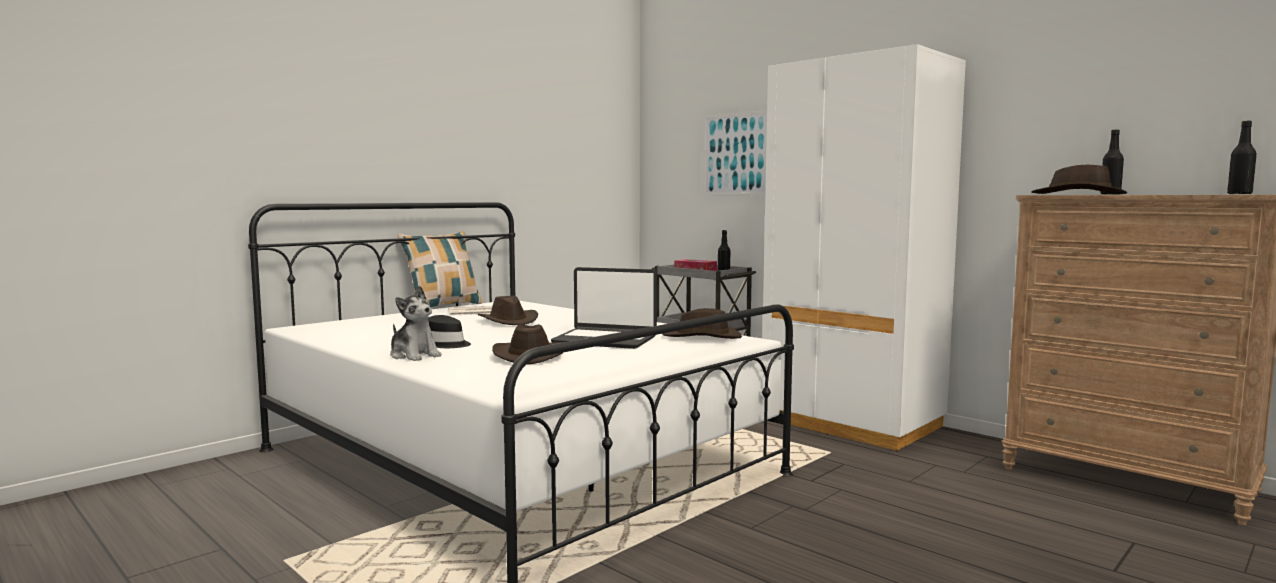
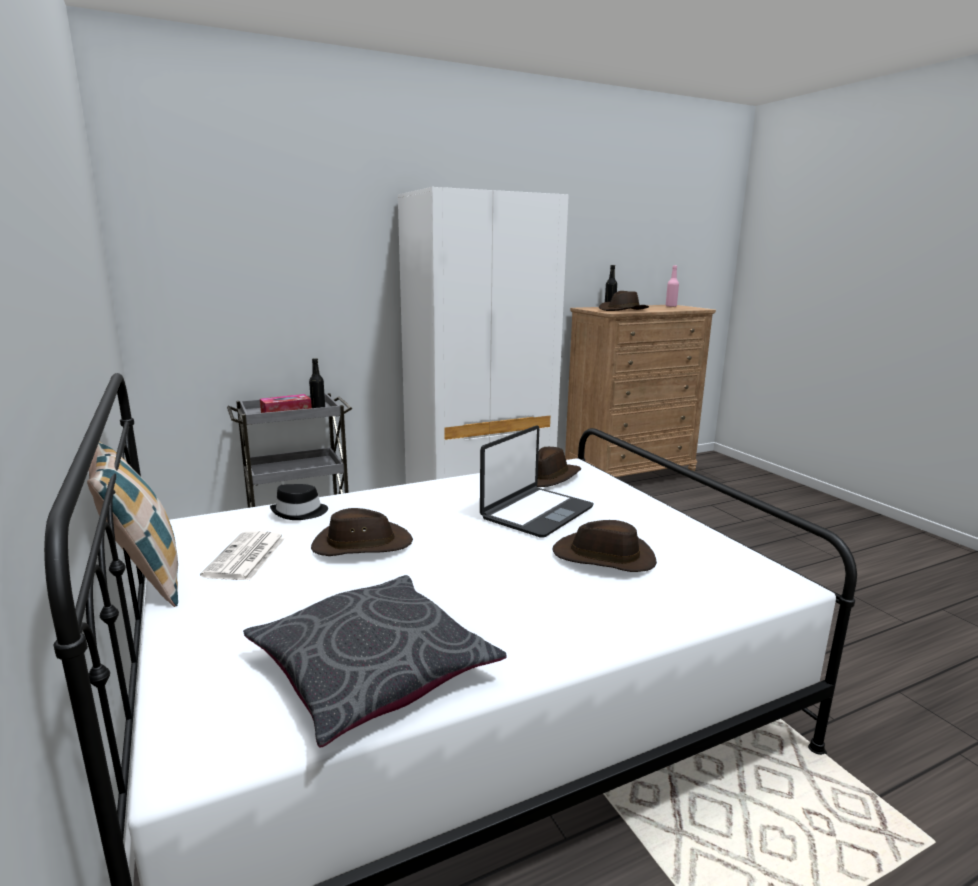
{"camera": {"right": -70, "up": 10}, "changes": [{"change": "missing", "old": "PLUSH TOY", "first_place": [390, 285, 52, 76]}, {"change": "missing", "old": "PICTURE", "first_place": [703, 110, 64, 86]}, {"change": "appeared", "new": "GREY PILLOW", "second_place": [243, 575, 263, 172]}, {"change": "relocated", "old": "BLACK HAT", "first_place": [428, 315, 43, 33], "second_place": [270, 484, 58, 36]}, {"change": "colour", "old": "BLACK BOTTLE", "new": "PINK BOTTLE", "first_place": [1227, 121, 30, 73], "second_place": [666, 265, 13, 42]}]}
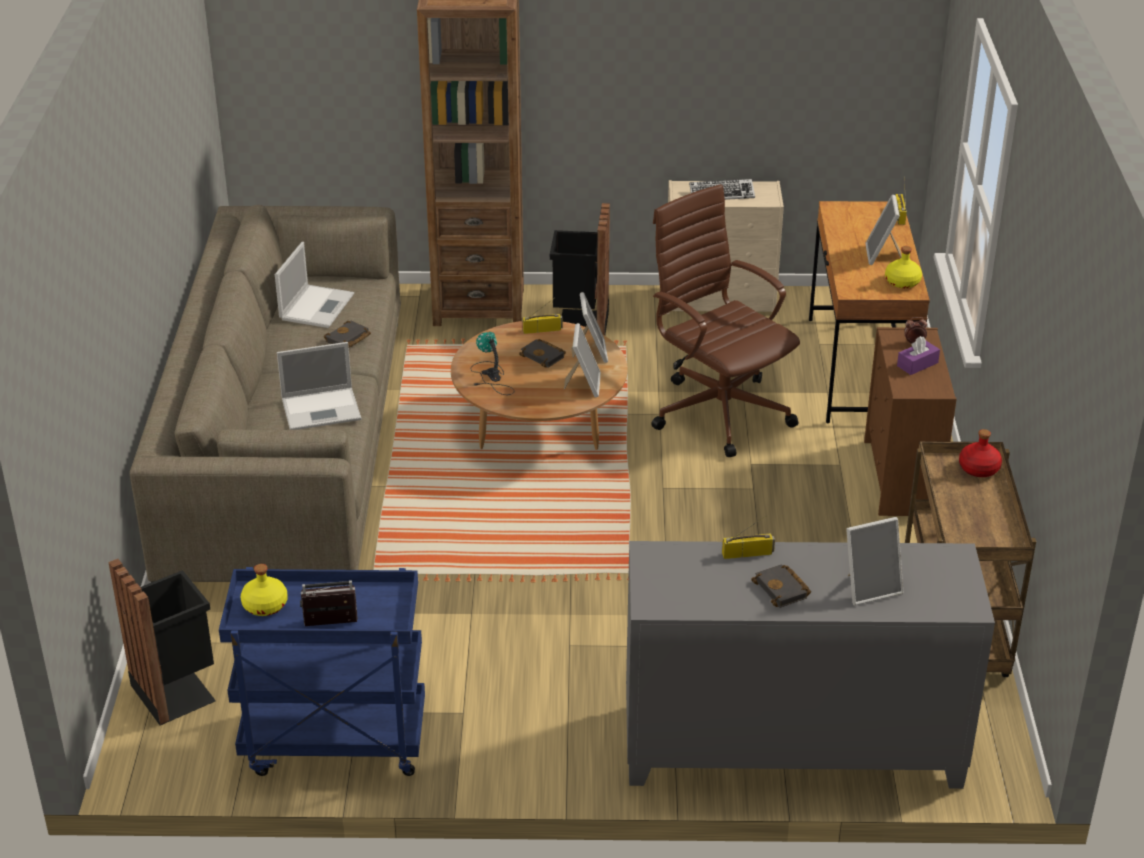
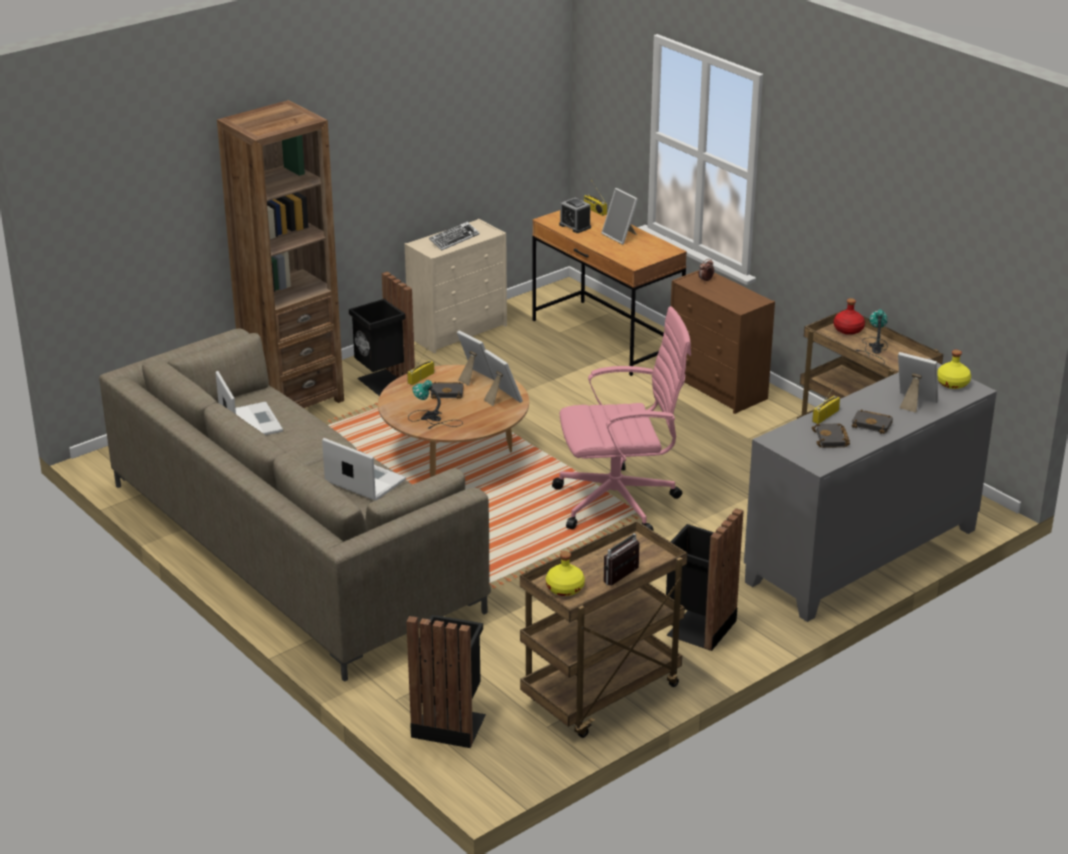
{"camera": {"right": -40, "up": -5}, "changes": [{"change": "missing", "old": "BROWN OFFICE CHAIR", "first_place": [651, 184, 149, 273]}, {"change": "missing", "old": "PURPLE TISSUE BOX", "first_place": [897, 336, 43, 39]}, {"change": "appeared", "new": "PINK OFFICE CHAIR", "second_place": [552, 306, 139, 225]}, {"change": "appeared", "new": "ALARM CLOCK", "second_place": [559, 198, 32, 35]}, {"change": "appeared", "new": "BLACK TRASH CAN", "second_place": [666, 508, 78, 143]}, {"change": "appeared", "new": "TABLE LAMP", "second_place": [855, 309, 33, 54]}, {"change": "relocated", "old": "BLACK BOOK", "first_place": [324, 320, 47, 28], "second_place": [812, 423, 38, 25]}, {"change": "relocated", "old": "YELLOW BOTTLE", "first_place": [885, 246, 37, 42], "second_place": [937, 350, 34, 39]}, {"change": "colour", "old": "BLUE CART", "new": "BROWN CART", "first_place": [219, 567, 206, 209], "second_place": [520, 520, 167, 218]}, {"change": "spun", "old": "LAPTOP", "first_place": [277, 342, 84, 88], "second_place": [322, 438, 84, 63], "degrees": -90}, {"change": "spun", "old": "PICTURE FRAME", "first_place": [846, 517, 57, 88], "second_place": [898, 352, 40, 61], "degrees": -90}]}
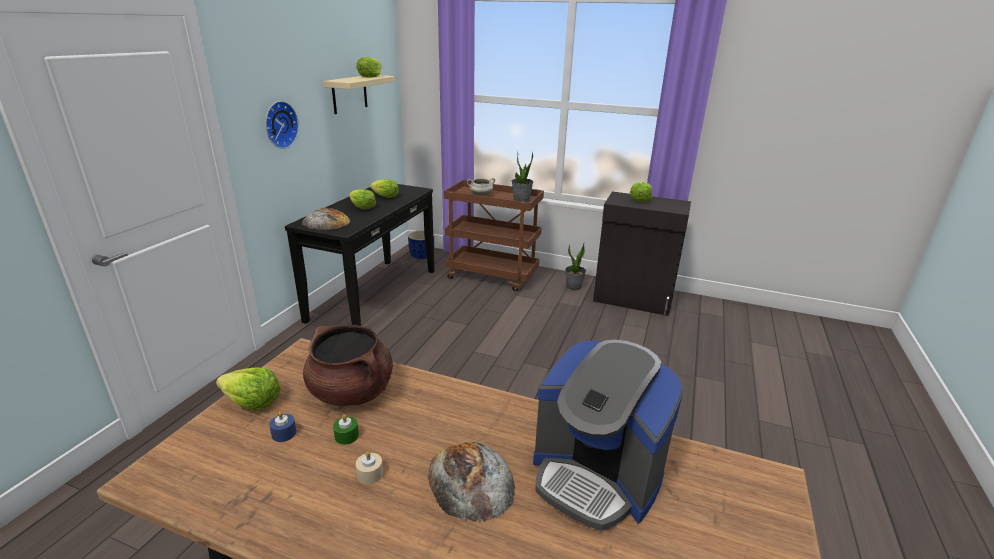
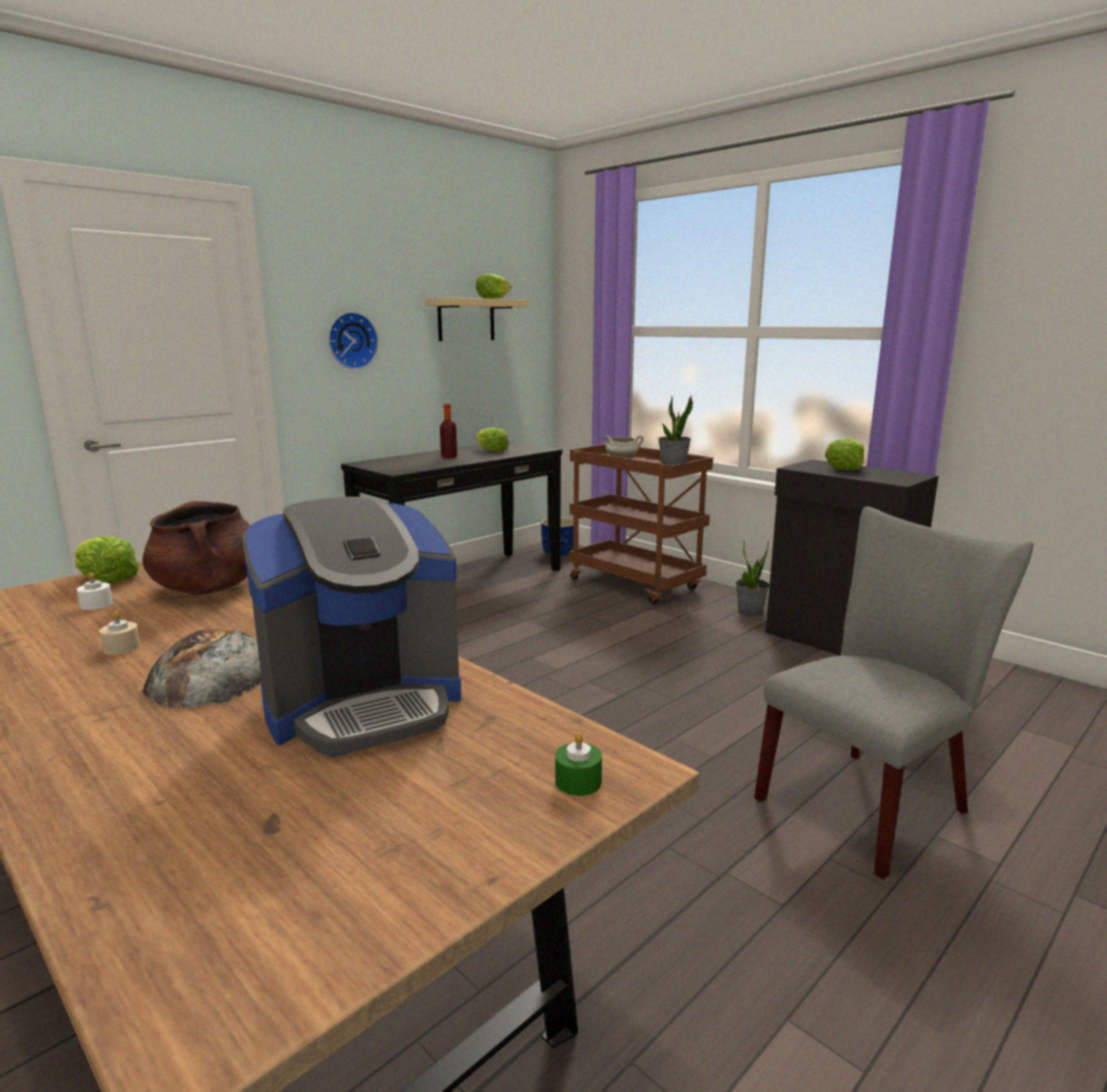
{"camera": {"right": 25, "up": -10}, "changes": [{"change": "missing", "old": "BREAD", "first_place": [302, 208, 48, 22]}, {"change": "appeared", "new": "GREY CHAIR", "second_place": [754, 507, 279, 372]}, {"change": "relocated", "old": "GREEN CANDLE", "first_place": [333, 414, 26, 31], "second_place": [555, 732, 47, 64]}, {"change": "exchanged", "old": "LETTUCE", "new": "BOTTLE", "first_place": [349, 189, 27, 21], "second_place": [440, 404, 17, 54]}, {"change": "colour", "old": "BLUE CANDLE", "new": "WHITE CANDLE", "first_place": [269, 412, 27, 30], "second_place": [77, 572, 36, 38]}, {"change": "spun", "old": "COFFEE MACHINE", "first_place": [533, 340, 150, 191], "second_place": [243, 497, 218, 260], "degrees": -90}]}
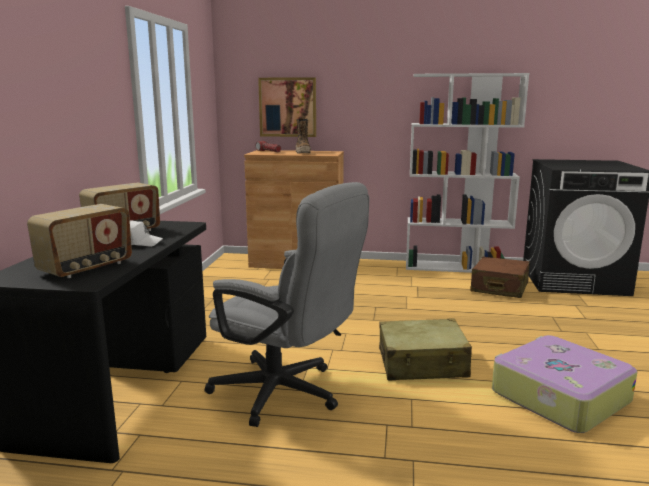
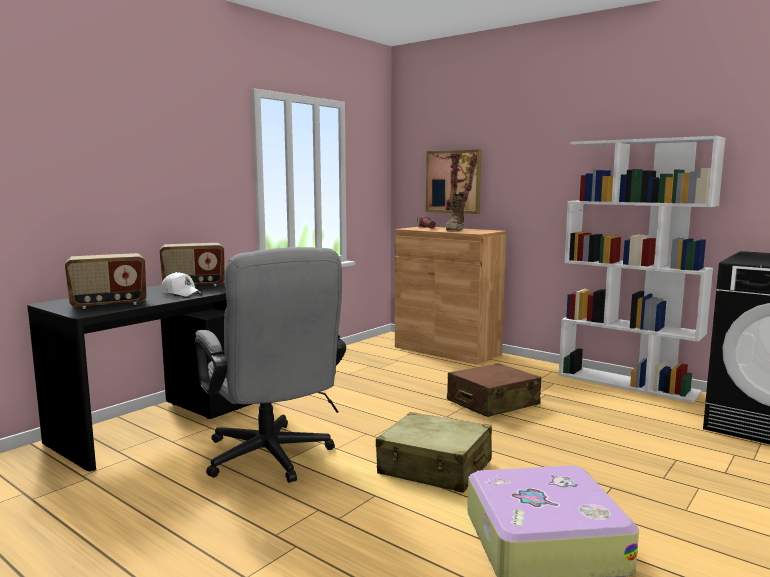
{"camera": {"right": 30, "up": -5}, "changes": [{"change": "relocated", "old": "BROWN SUITCASE", "first_place": [470, 256, 60, 42], "second_place": [447, 363, 94, 54]}]}
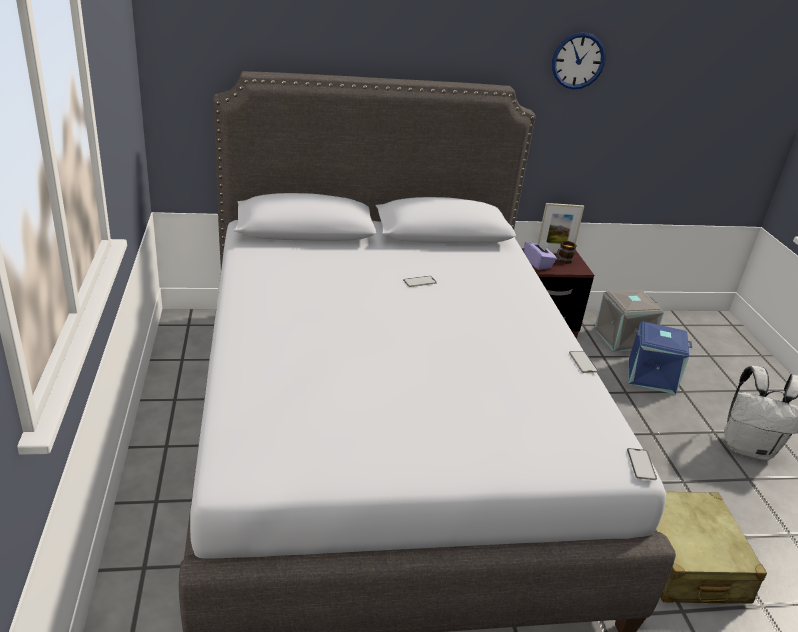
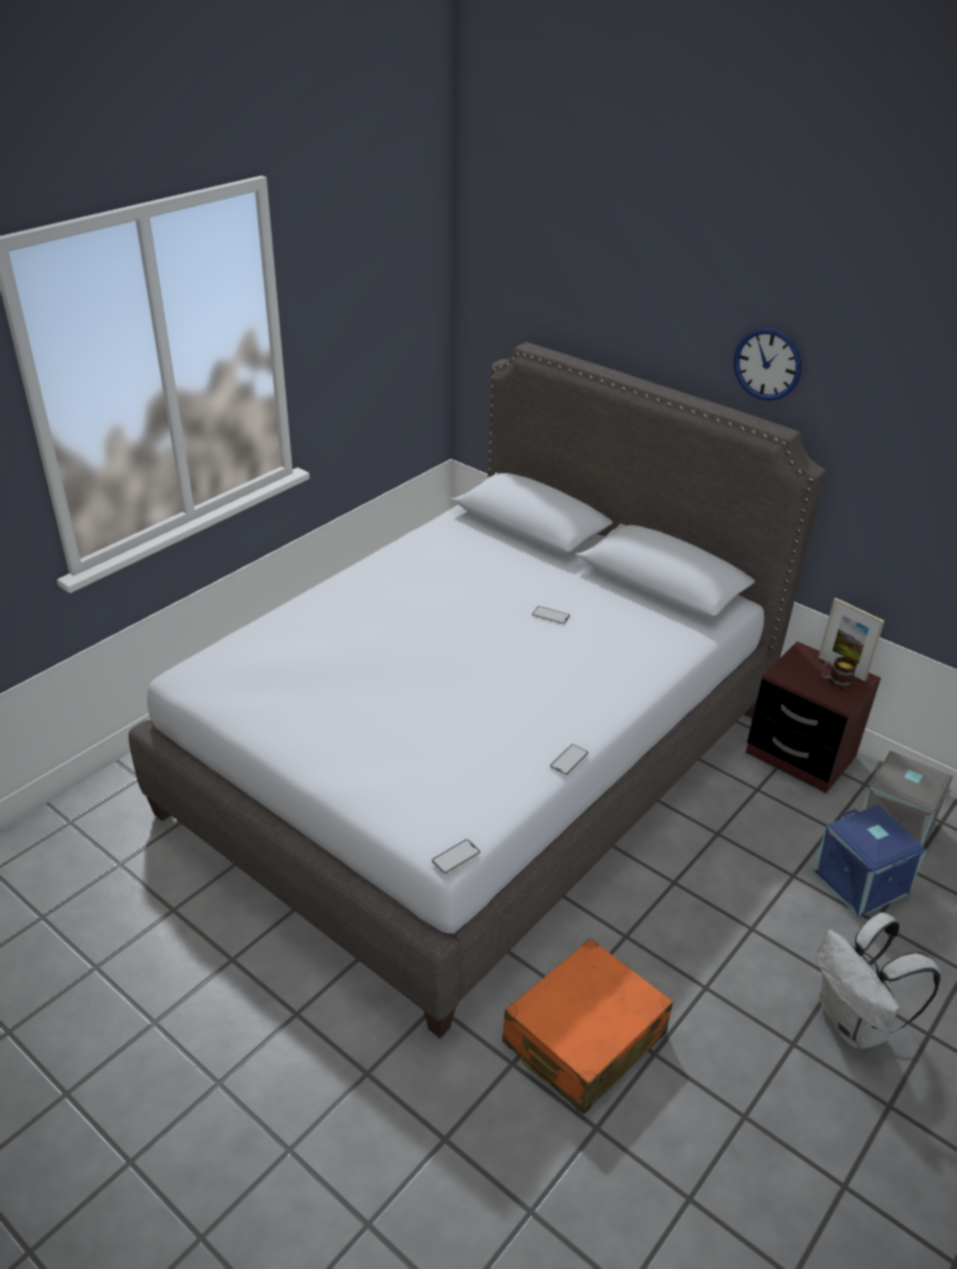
{"camera": {"right": 50, "up": 5}, "changes": [{"change": "missing", "old": "PURPLE TISSUE BOX", "first_place": [524, 238, 33, 32]}, {"change": "relocated", "old": "WALL CLOCK", "first_place": [552, 32, 54, 58], "second_place": [734, 328, 68, 73]}, {"change": "colour", "old": "BEIGE SUITCASE", "new": "ORANGE SUITCASE", "first_place": [656, 492, 111, 112], "second_place": [502, 938, 171, 176]}]}
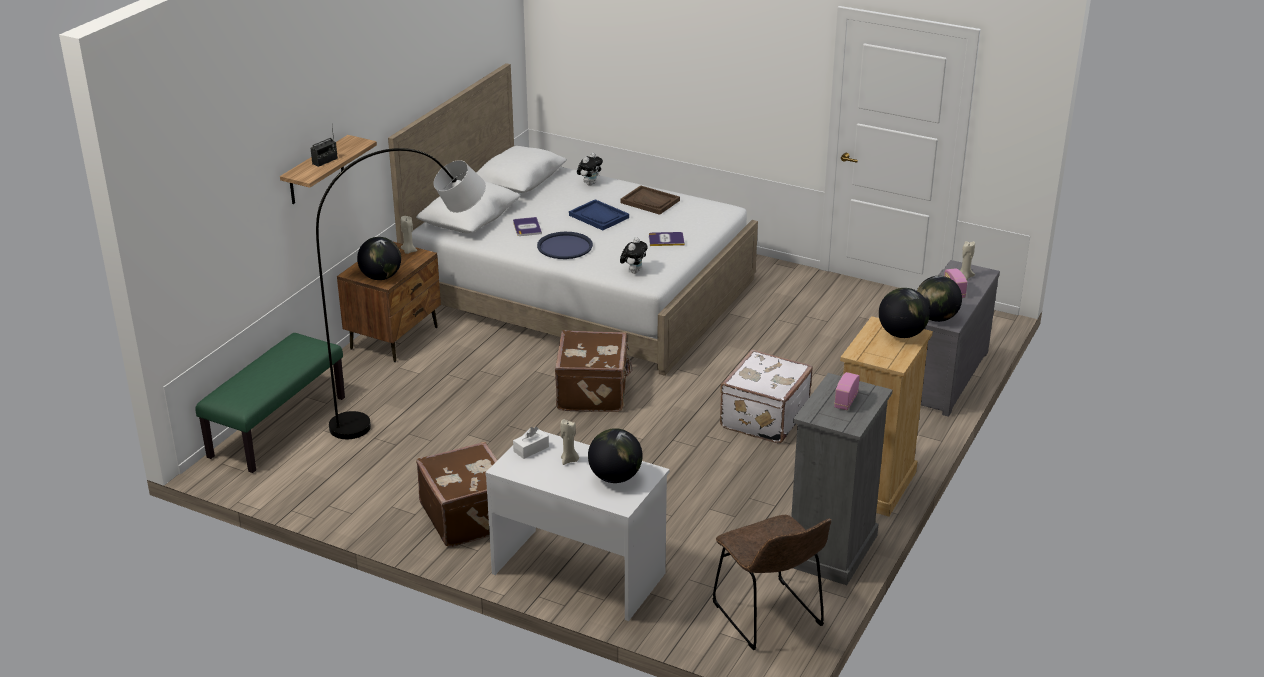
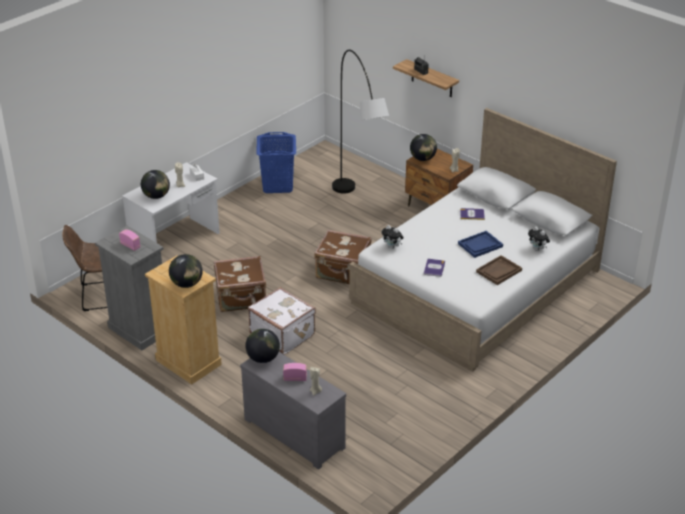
{"camera": {"right": 105, "up": 5}, "changes": [{"change": "missing", "old": "GREEN BENCH", "first_place": [195, 333, 150, 140]}, {"change": "missing", "old": "BLUE TRAY", "first_place": [537, 232, 56, 27]}, {"change": "appeared", "new": "BLUE LAUNDRY BASKET", "second_place": [257, 132, 39, 61]}, {"change": "relocated", "old": "BROWN SUITCASE", "first_place": [416, 442, 81, 105], "second_place": [214, 256, 52, 56]}]}
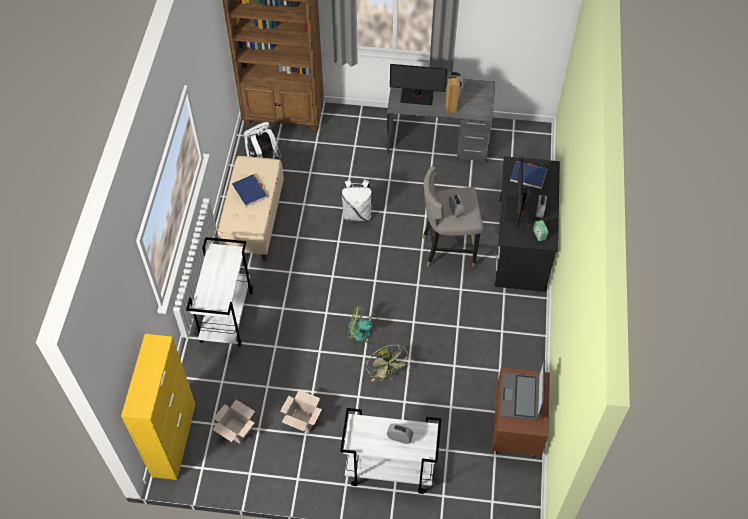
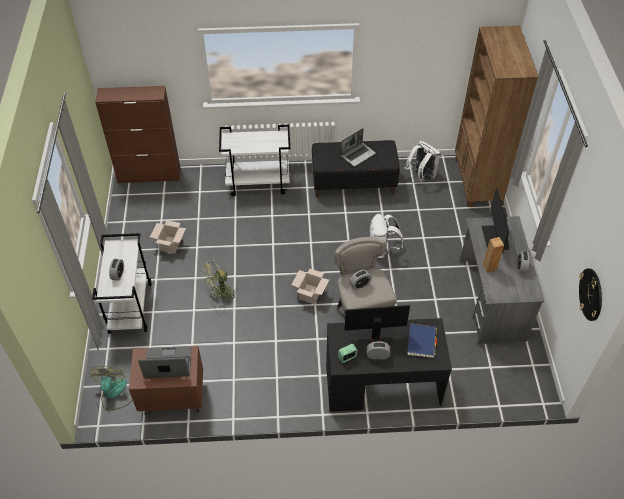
{"camera": {"right": 80, "up": -5}, "changes": [{"change": "appeared", "new": "WALL CLOCK", "second_place": [579, 268, 23, 53]}, {"change": "relocated", "old": "CARDBOARD BOX", "first_place": [212, 400, 43, 44], "second_place": [291, 268, 38, 36]}, {"change": "relocated", "old": "FAN", "first_place": [347, 306, 36, 37], "second_place": [89, 366, 44, 44]}, {"change": "exchanged", "old": "BLUE BOOK", "new": "LAPTOP", "first_place": [232, 175, 36, 32], "second_place": [341, 128, 35, 39]}, {"change": "colour", "old": "YELLOW CABINET", "new": "BROWN CABINET", "first_place": [121, 334, 75, 146], "second_place": [95, 86, 85, 97]}, {"change": "colour", "old": "BEIGE BENCH", "new": "BLACK BENCH", "first_place": [218, 156, 66, 105], "second_place": [312, 140, 88, 57]}]}
